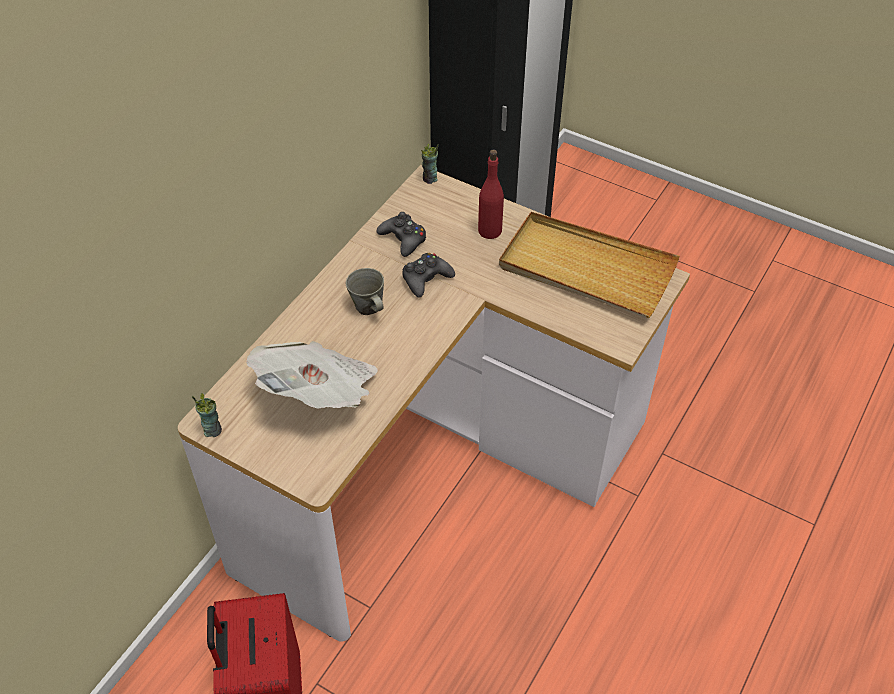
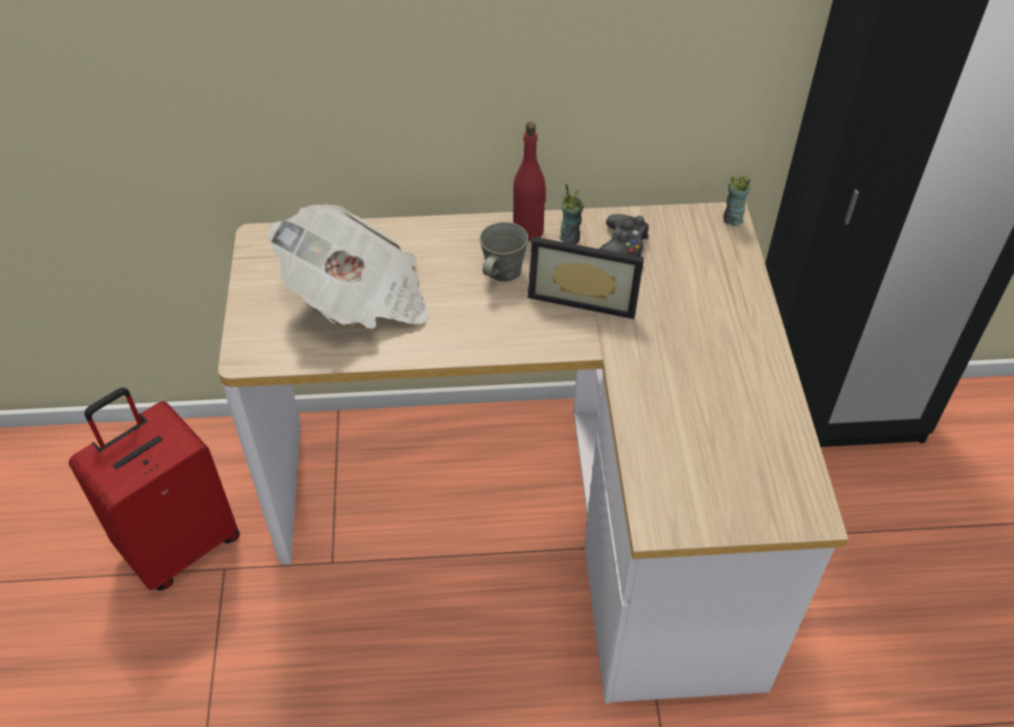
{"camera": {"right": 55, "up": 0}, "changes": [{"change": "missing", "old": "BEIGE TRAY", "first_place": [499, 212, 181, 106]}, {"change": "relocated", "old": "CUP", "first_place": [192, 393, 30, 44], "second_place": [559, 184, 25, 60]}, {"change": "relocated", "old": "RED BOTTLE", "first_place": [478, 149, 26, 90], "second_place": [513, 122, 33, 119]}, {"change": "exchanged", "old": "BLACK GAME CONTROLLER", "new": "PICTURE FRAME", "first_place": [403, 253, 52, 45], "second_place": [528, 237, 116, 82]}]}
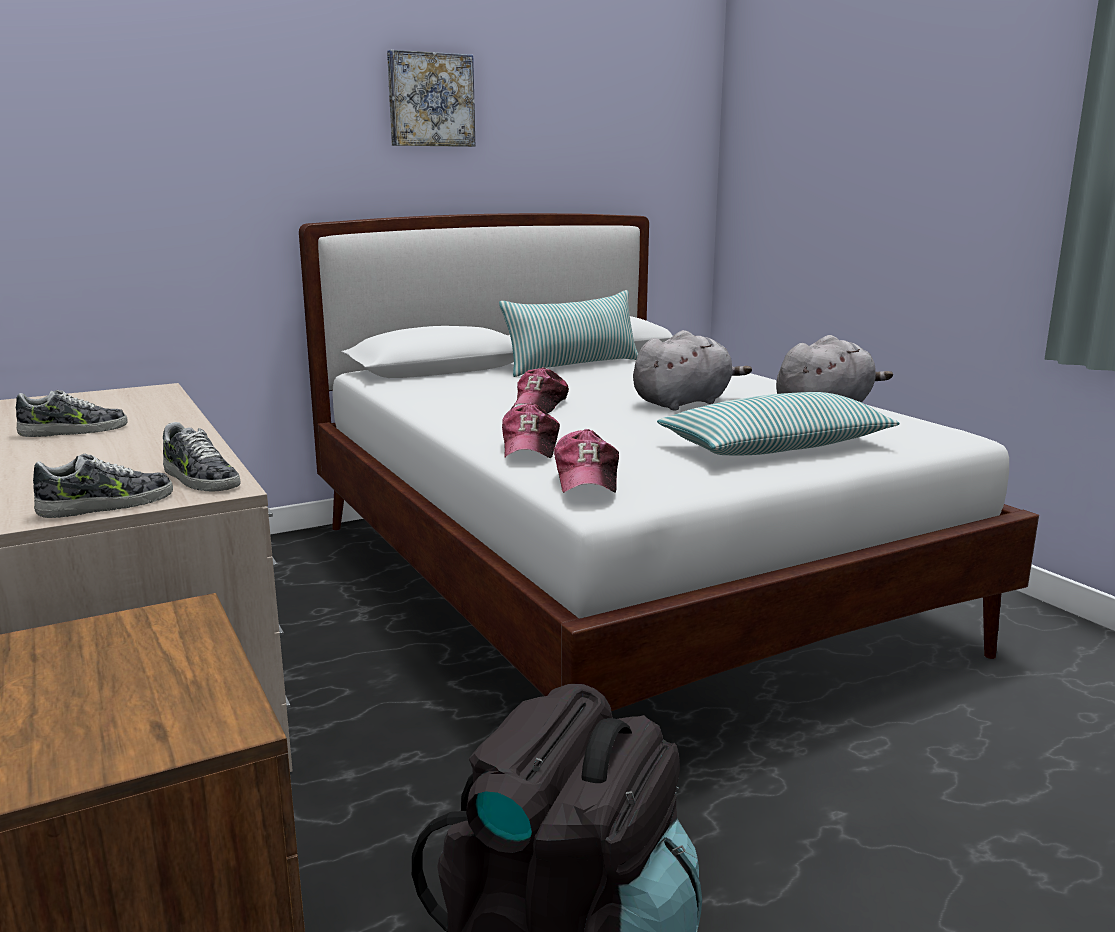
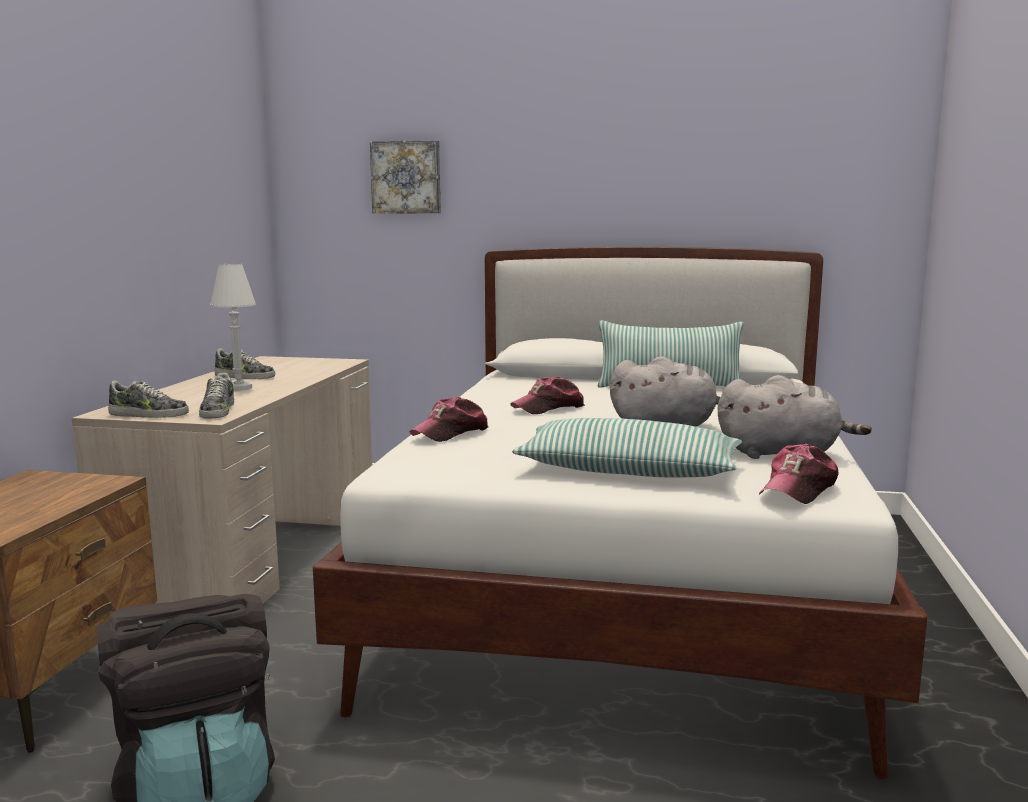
{"camera": {"right": 40, "up": -5}, "changes": [{"change": "appeared", "new": "WHITE TABLE LAMP", "second_place": [210, 263, 46, 128]}, {"change": "relocated", "old": "PICTURE", "first_place": [387, 50, 88, 97], "second_place": [370, 140, 71, 74]}, {"change": "relocated", "old": "CAP", "first_place": [554, 429, 65, 64], "second_place": [759, 444, 80, 60]}]}
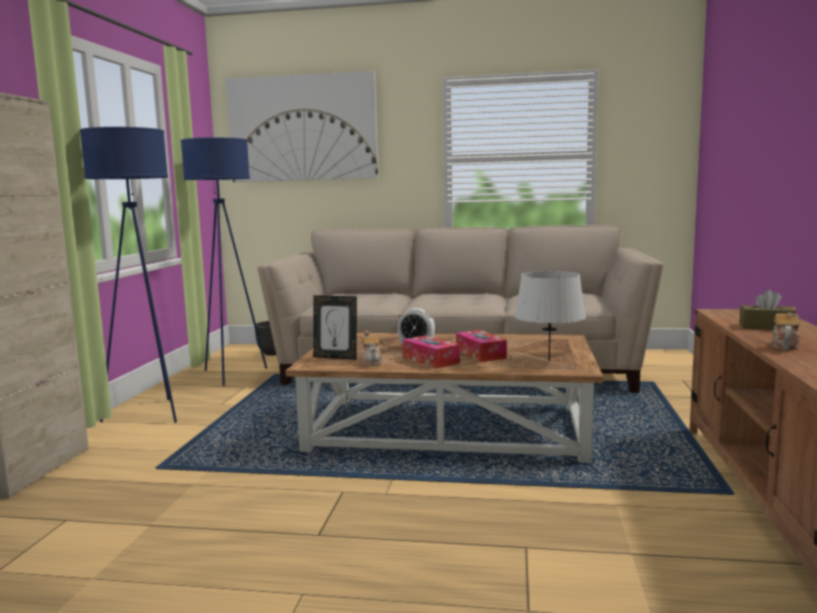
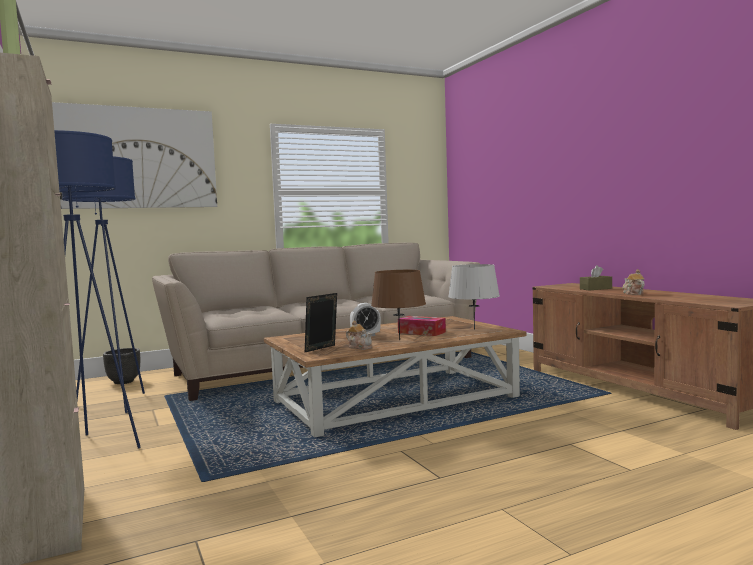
{"camera": {"right": -35, "up": -5}, "changes": [{"change": "exchanged", "old": "TISSUE BOX", "new": "BROWN TABLE LAMP", "first_place": [402, 335, 58, 34], "second_place": [371, 270, 55, 70]}, {"change": "spun", "old": "PICTURE FRAME", "first_place": [313, 295, 44, 65], "second_place": [305, 293, 32, 59], "degrees": 150}]}
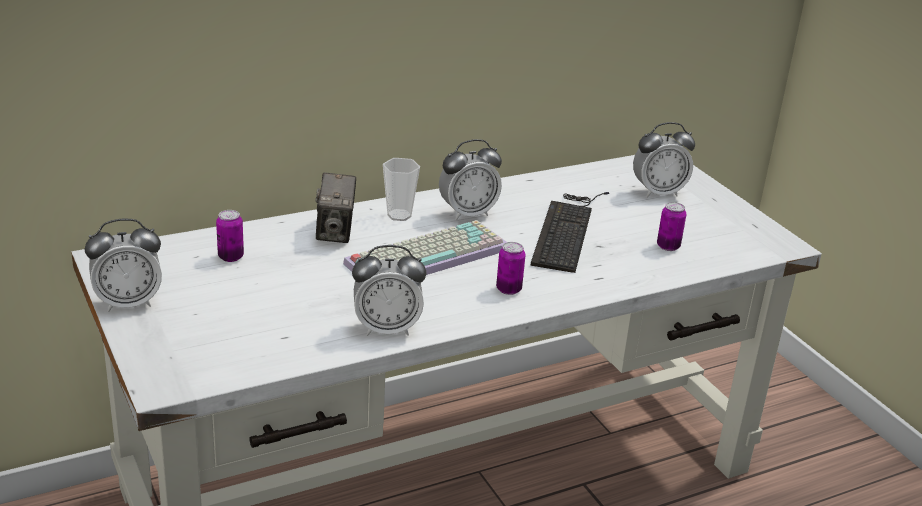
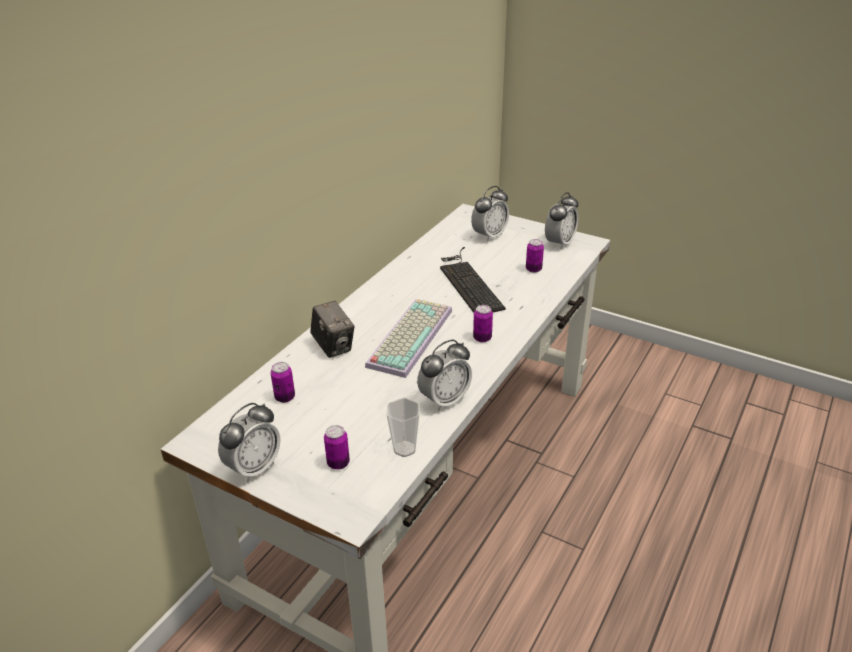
{"camera": {"right": -30, "up": 5}, "changes": [{"change": "appeared", "new": "CAN", "second_place": [324, 425, 26, 45]}, {"change": "relocated", "old": "CUP", "first_place": [383, 158, 37, 63], "second_place": [386, 398, 34, 59]}, {"change": "relocated", "old": "ALARM CLOCK", "first_place": [439, 139, 63, 82], "second_place": [545, 192, 33, 58]}]}
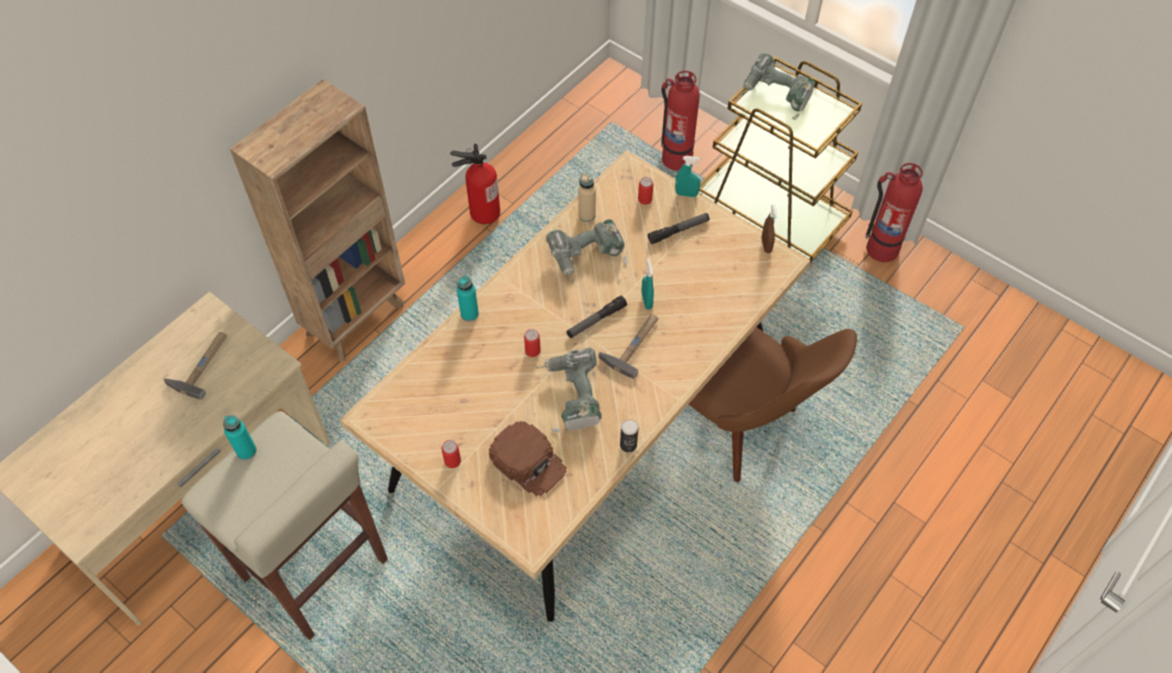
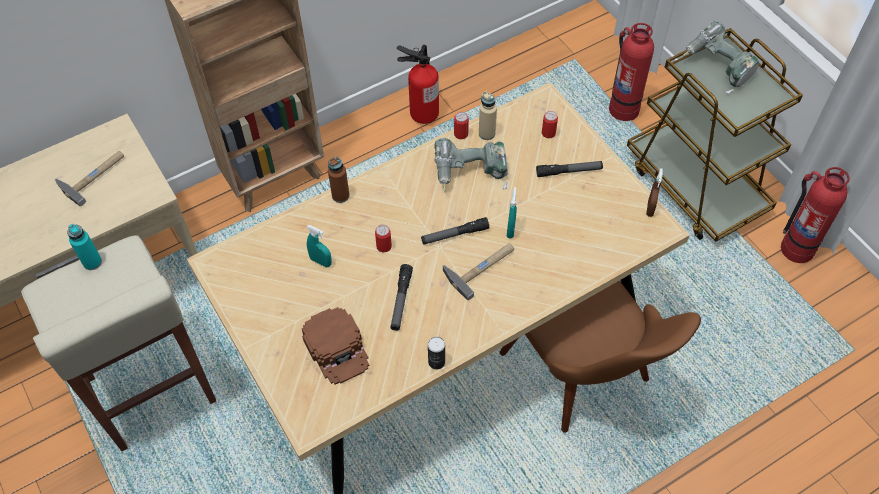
{"camera": {"right": 20, "up": 0}, "changes": [{"change": "relocated", "old": "CAN", "first_place": [442, 440, 19, 28], "second_place": [454, 112, 15, 27]}, {"change": "relocated", "old": "TURQUOISE SPRAY BOTTLE", "first_place": [675, 156, 25, 41], "second_place": [307, 225, 25, 43]}, {"change": "exchanged", "old": "POWER DRILL", "new": "FLASHLIGHT", "first_place": [534, 347, 68, 85], "second_place": [391, 264, 22, 67]}, {"change": "colour", "old": "TURQUOISE BOTTLE", "new": "BROWN BOTTLE", "first_place": [457, 275, 22, 47], "second_place": [328, 156, 22, 47]}]}
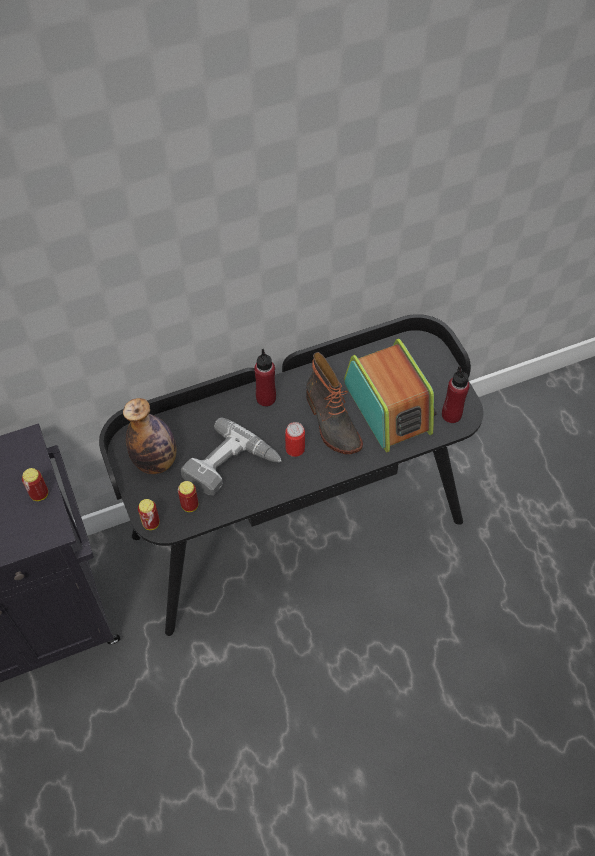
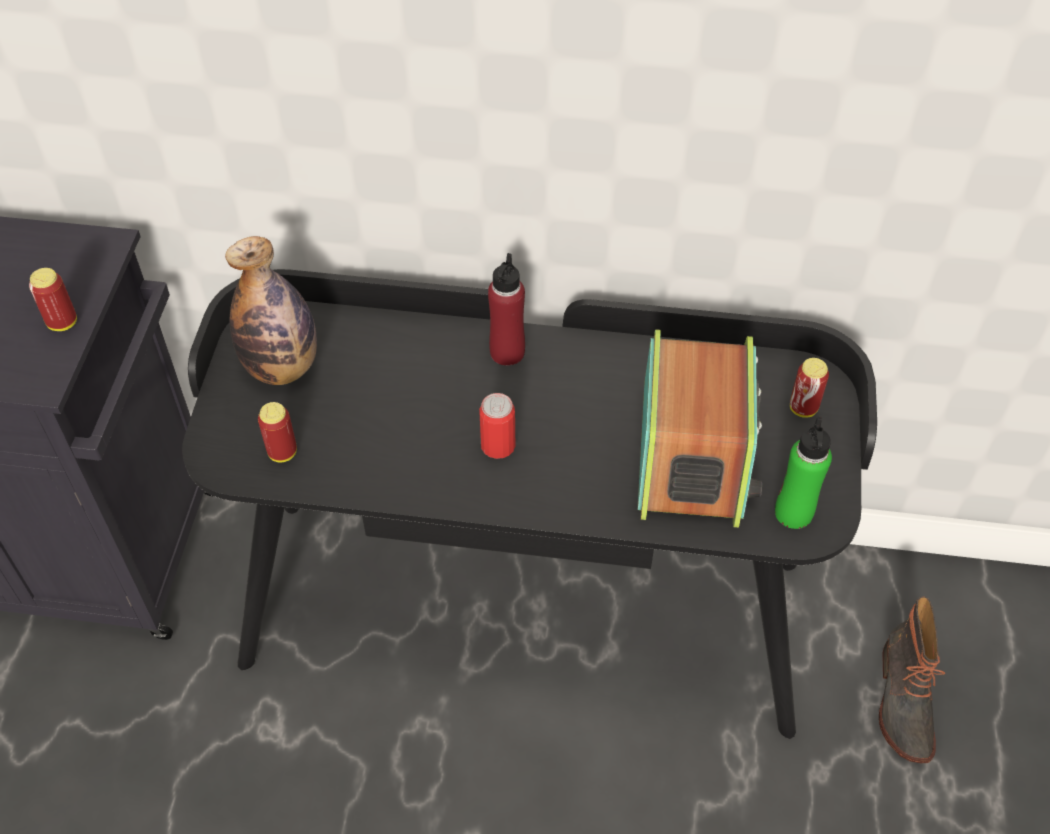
{"camera": {"right": 30, "up": -5}, "changes": [{"change": "missing", "old": "POWER DRILL", "first_place": [181, 417, 101, 78]}, {"change": "relocated", "old": "CAN", "first_place": [138, 499, 22, 31], "second_place": [790, 358, 39, 60]}, {"change": "relocated", "old": "BOOT", "first_place": [306, 352, 57, 102], "second_place": [879, 596, 66, 167]}, {"change": "colour", "old": "RED BOTTLE", "new": "GREEN BOTTLE", "first_place": [442, 366, 28, 57], "second_place": [775, 417, 57, 112]}]}
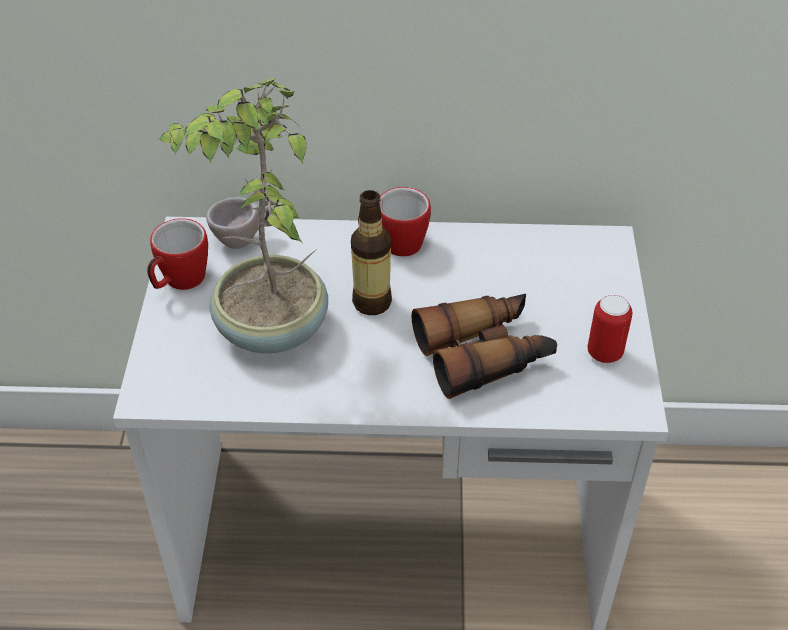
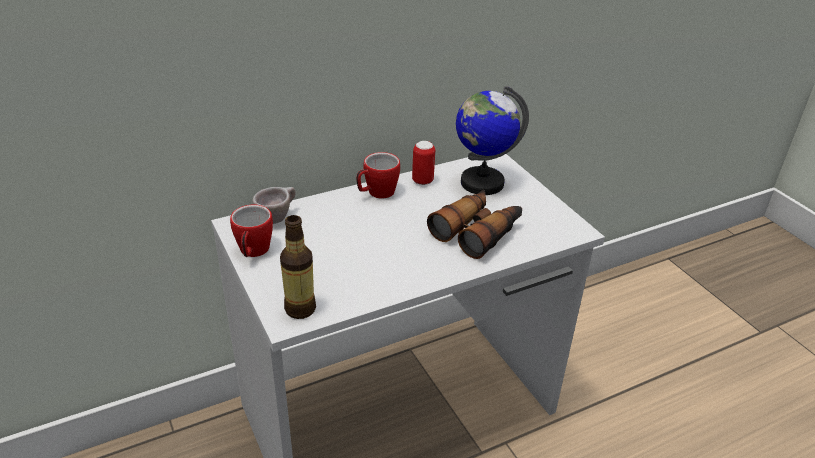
{"camera": {"right": -30, "up": -10}, "changes": [{"change": "missing", "old": "POTTED PLANT", "first_place": [158, 77, 170, 276]}, {"change": "appeared", "new": "GLOBE", "second_place": [456, 86, 73, 109]}, {"change": "relocated", "old": "BOTTLE", "first_place": [351, 190, 41, 125], "second_place": [280, 215, 36, 104]}, {"change": "relocated", "old": "CAN", "first_place": [588, 295, 44, 68], "second_place": [412, 141, 23, 44]}]}
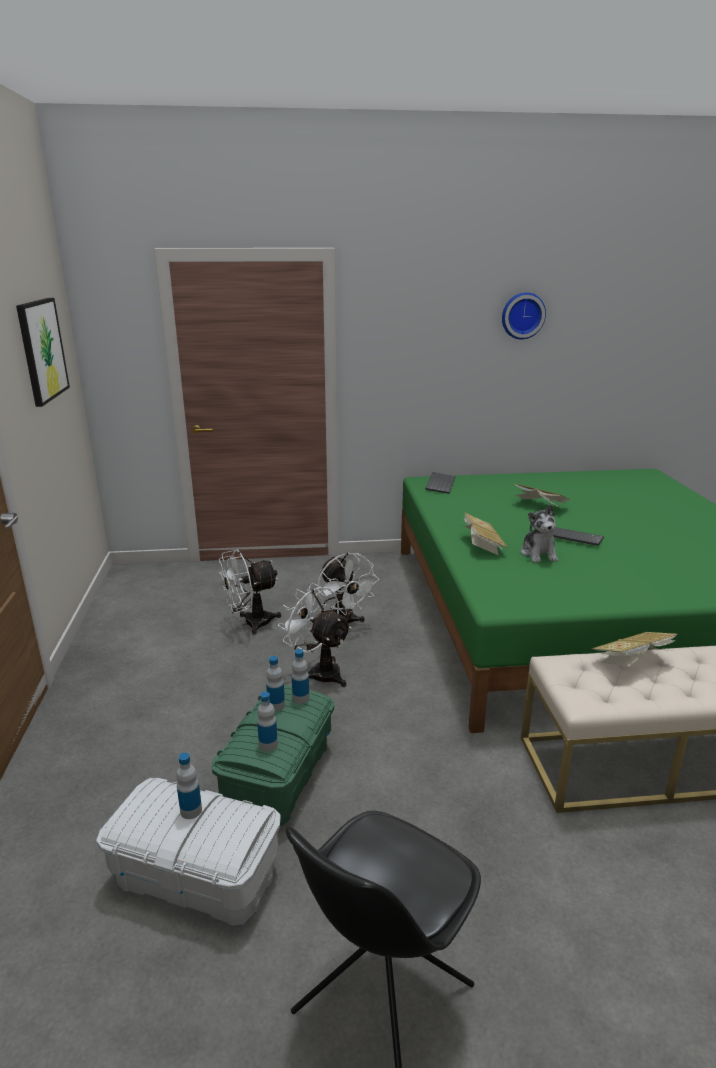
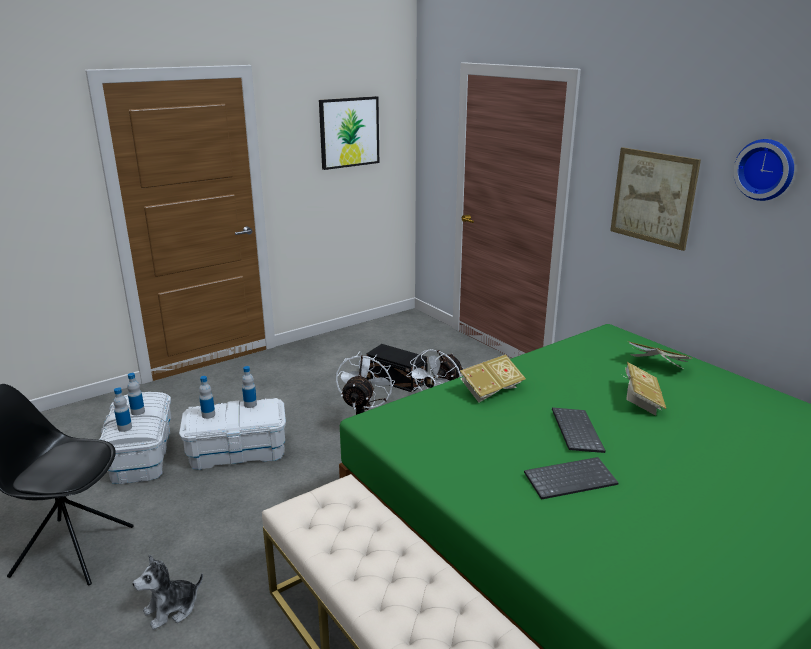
{"camera": {"right": 60, "up": 0}, "changes": [{"change": "appeared", "new": "PICTURE", "second_place": [610, 147, 91, 104]}, {"change": "relocated", "old": "BOTTLE", "first_place": [292, 649, 18, 55], "second_place": [113, 387, 19, 45]}, {"change": "relocated", "old": "KEYBOARD", "first_place": [425, 472, 30, 22], "second_place": [524, 457, 94, 43]}, {"change": "relocated", "old": "PLUSH TOY", "first_place": [521, 504, 37, 59], "second_place": [133, 555, 70, 75]}, {"change": "relocated", "old": "BOOK", "first_place": [592, 632, 86, 34], "second_place": [628, 341, 64, 27]}, {"change": "exchanged", "old": "WHITE FAN", "new": "BLACK STORAGE BOX", "first_place": [219, 550, 62, 85], "second_place": [366, 344, 62, 49]}, {"change": "colour", "old": "GREEN STORAGE BOX", "new": "WHITE STORAGE BOX", "first_place": [212, 685, 122, 141], "second_place": [179, 398, 107, 72]}]}
